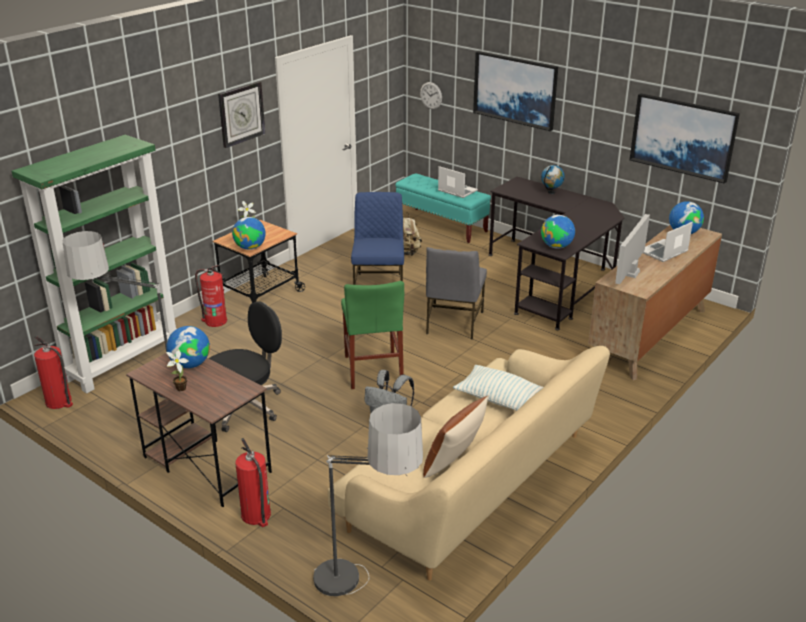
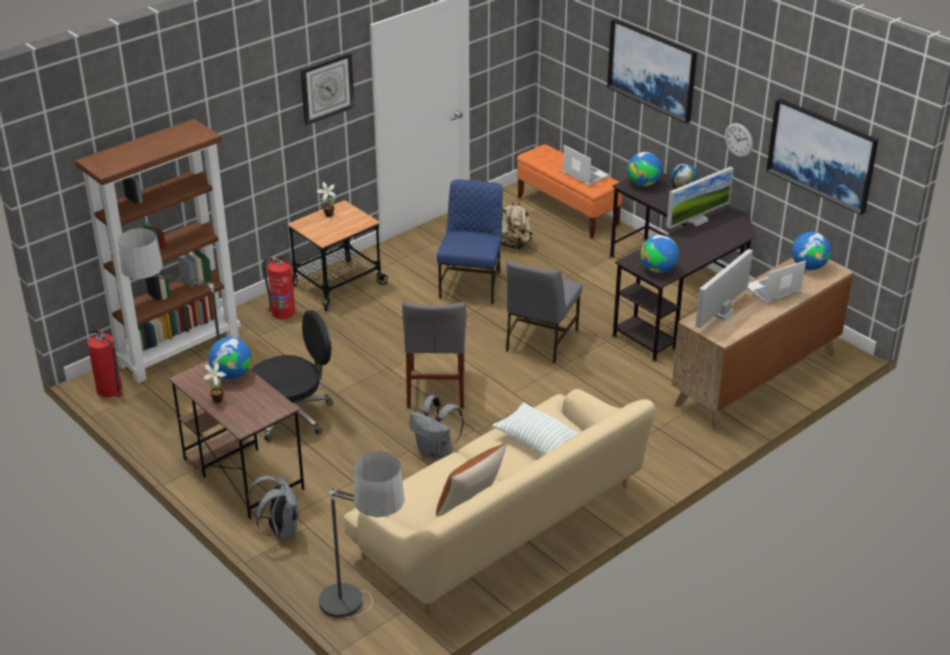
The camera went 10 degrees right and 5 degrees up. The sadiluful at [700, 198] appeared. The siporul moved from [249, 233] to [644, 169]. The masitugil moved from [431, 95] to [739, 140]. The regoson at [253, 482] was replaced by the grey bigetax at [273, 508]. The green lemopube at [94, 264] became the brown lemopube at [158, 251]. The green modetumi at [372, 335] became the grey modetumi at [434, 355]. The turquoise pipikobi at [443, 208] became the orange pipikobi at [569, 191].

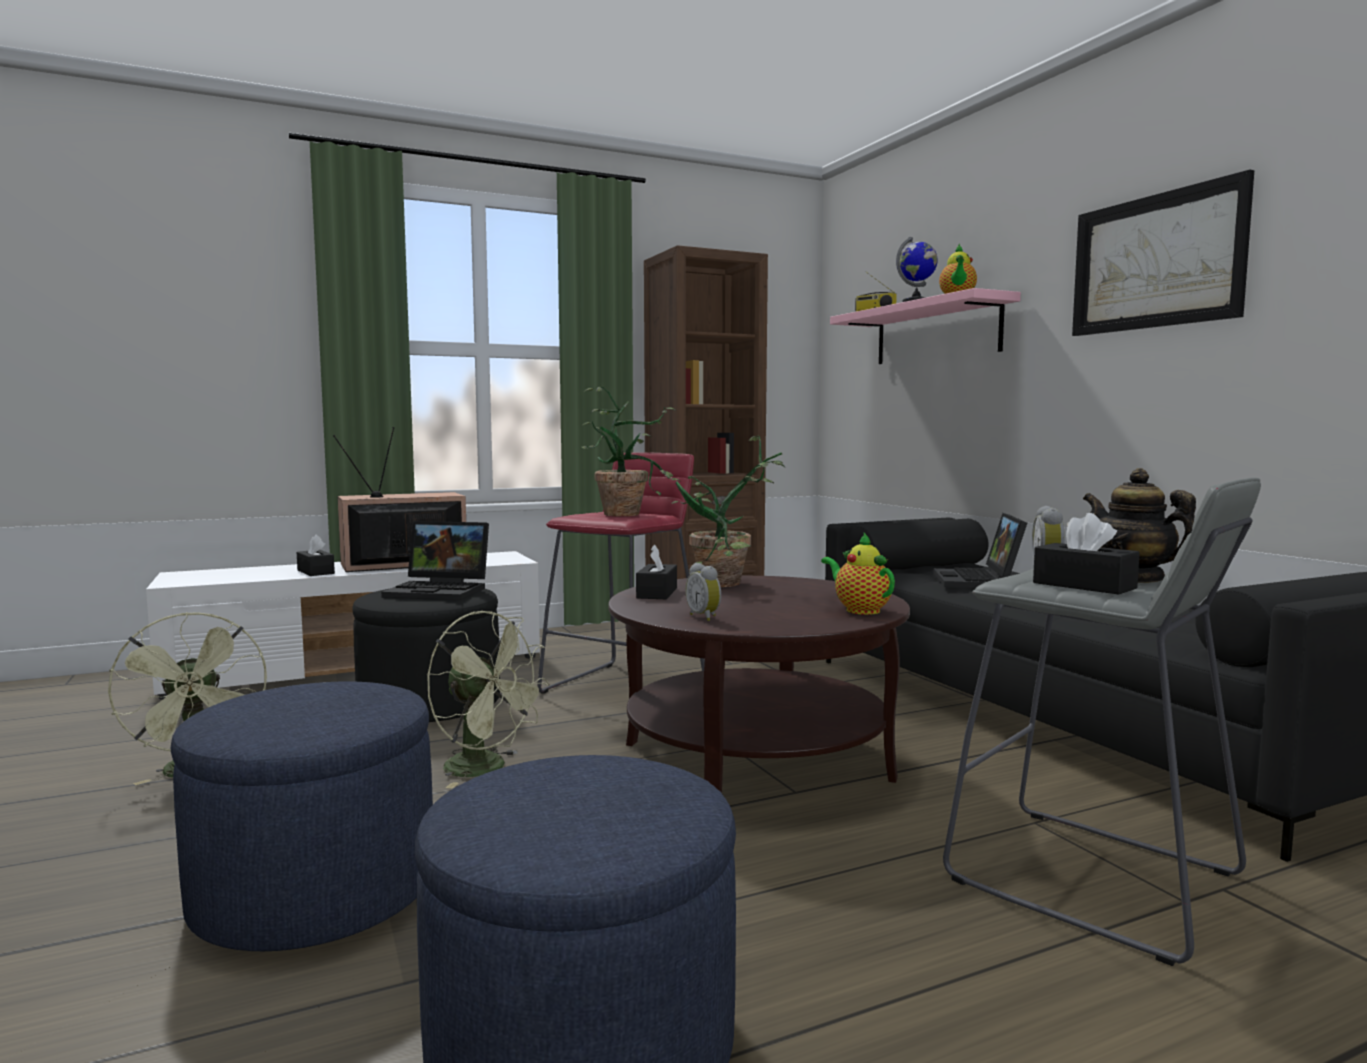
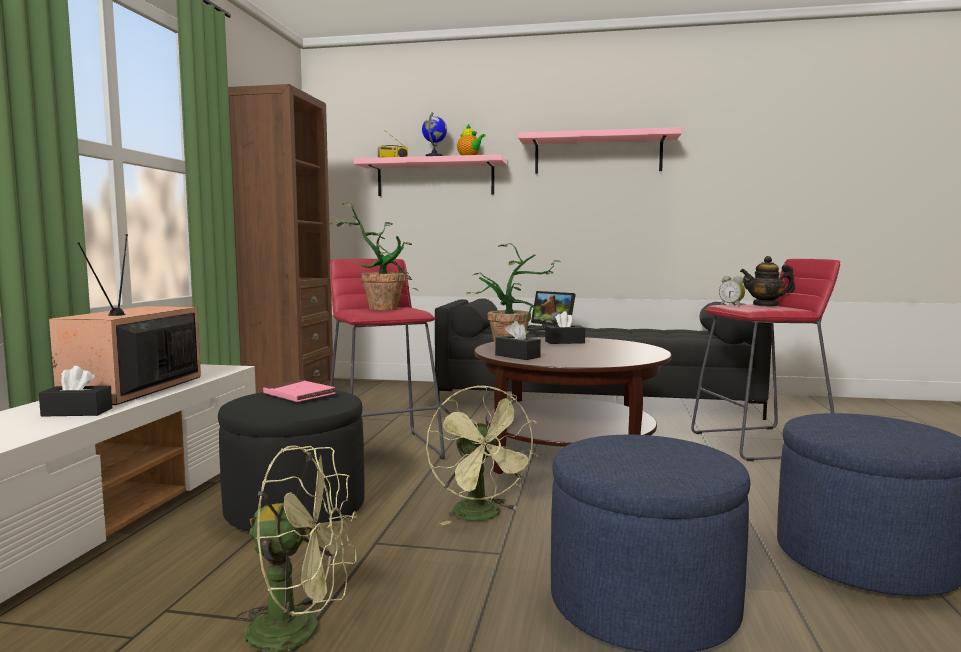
The camera went 55 degrees left and 0 degrees up. The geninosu at [703, 592] disappeared. The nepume at [858, 574] disappeared. The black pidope moved from [1086, 554] to [565, 327]. The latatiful at [435, 560] was replaced by the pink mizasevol at [299, 391]. The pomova at [1163, 252] was replaced by the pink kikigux at [600, 150]. The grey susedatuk at [1102, 722] became the red susedatuk at [765, 360]. The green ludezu at [488, 699] turned 90 degrees clockwise.

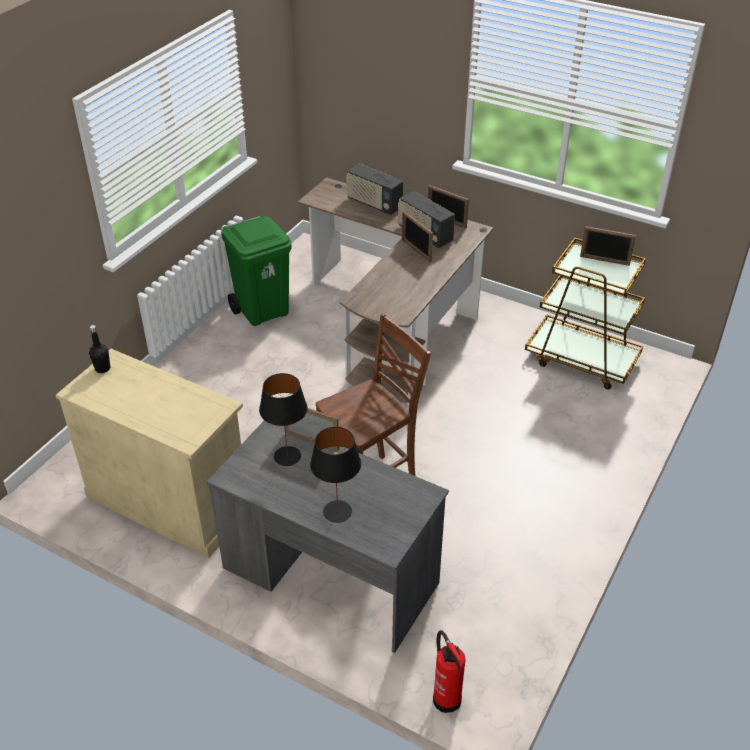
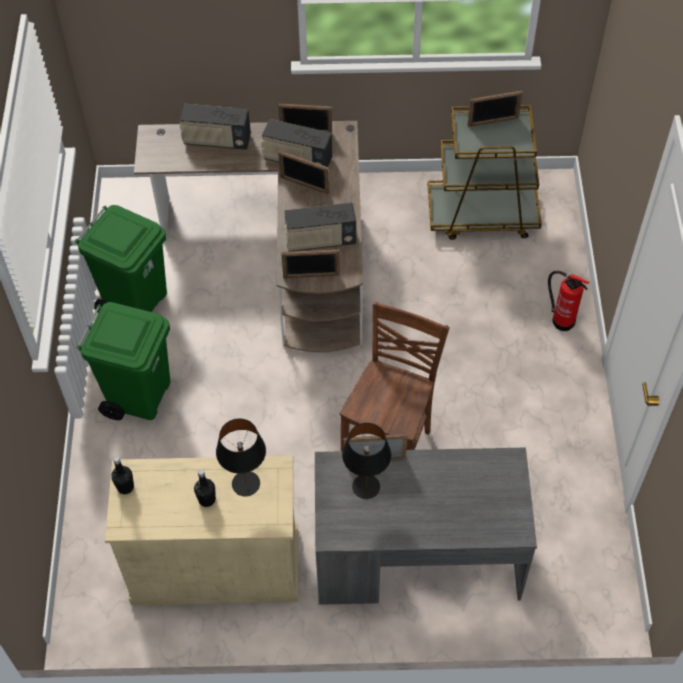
The camera went 30 degrees left and 15 degrees up. The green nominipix at [123, 361] appeared. The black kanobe at [205, 488] appeared. The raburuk at [310, 263] appeared. The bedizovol at [320, 227] appeared. The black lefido moved from [335, 475] to [241, 458]. The regoson moved from [449, 671] to [568, 300].

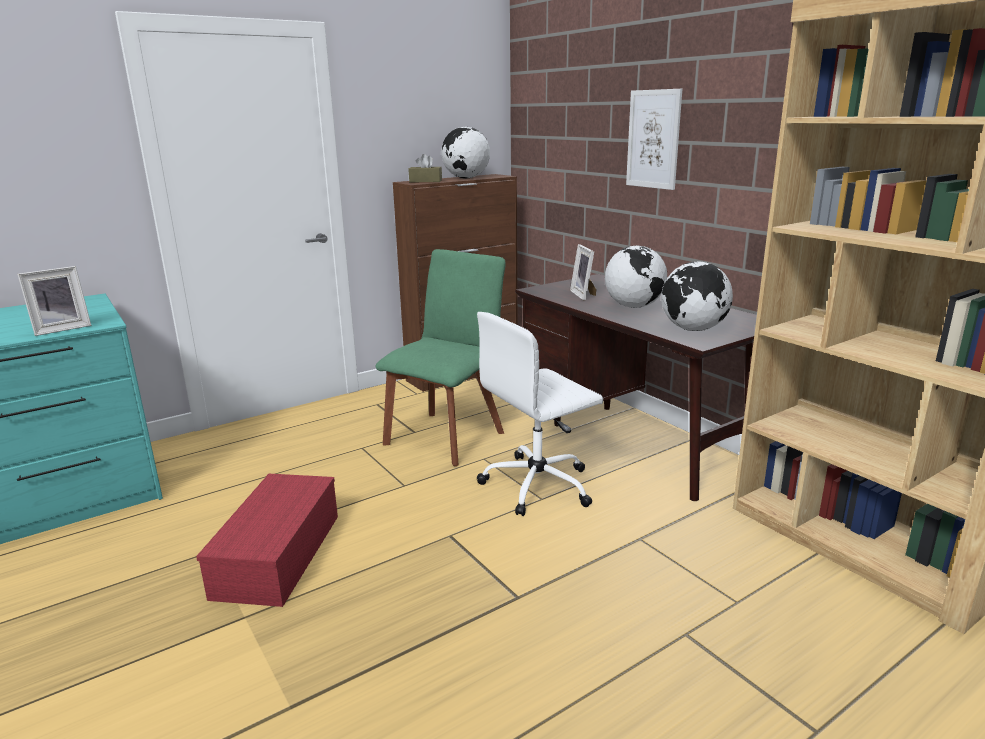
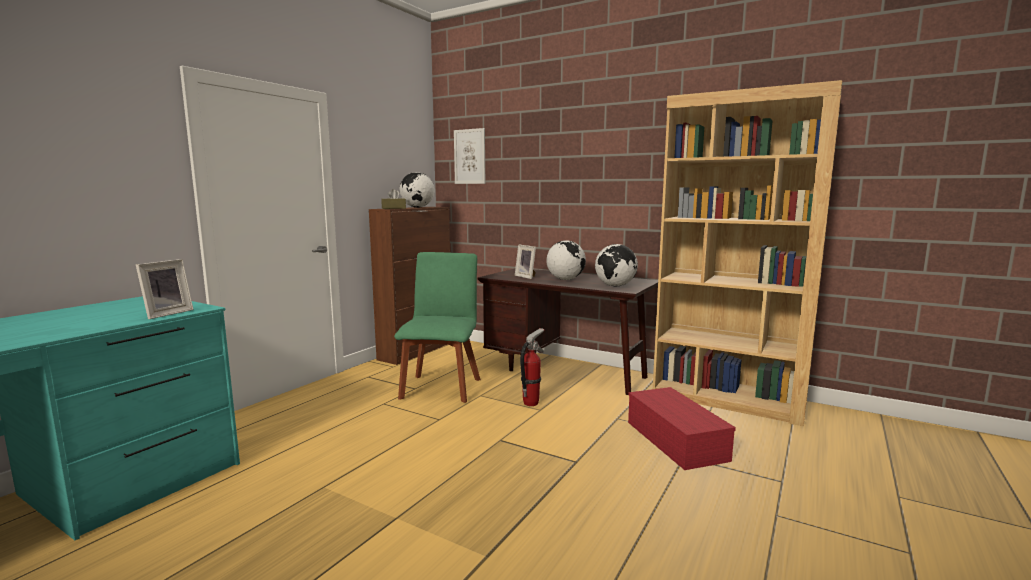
The camera went 25 degrees left and 10 degrees down. The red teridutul moved from [267, 540] to [682, 428]. The pomova moved from [654, 139] to [469, 156]. The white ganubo at [540, 414] was replaced by the regoson at [532, 367].

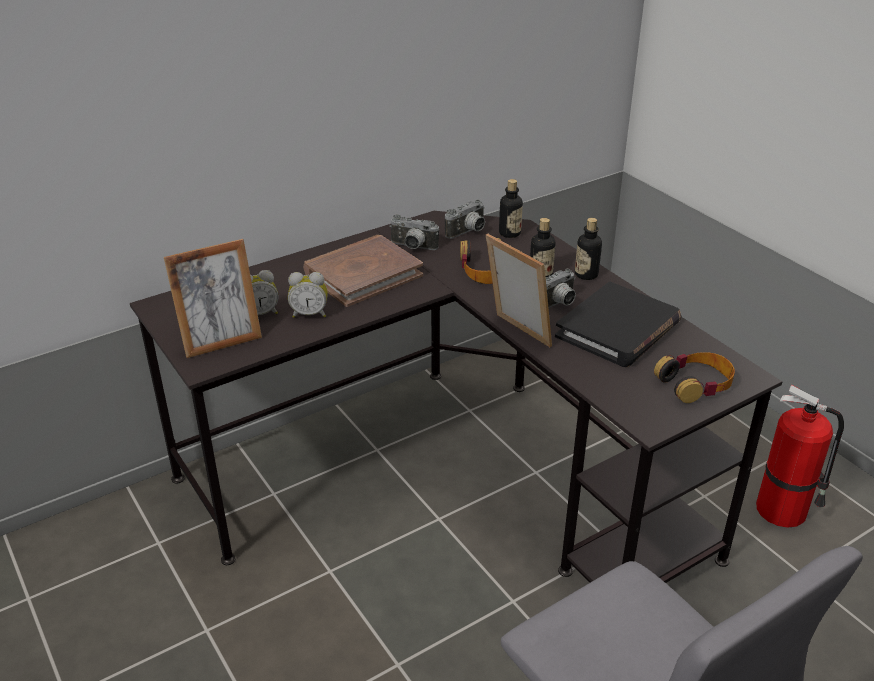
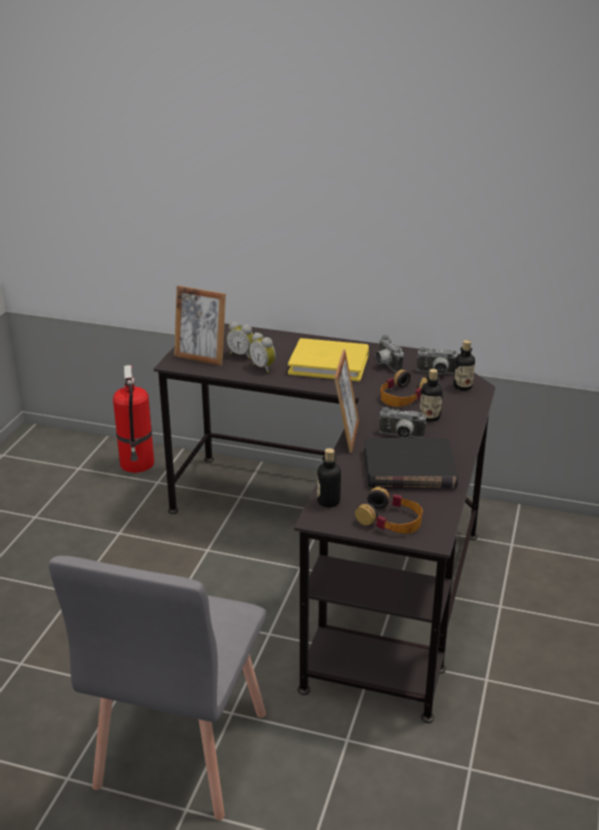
The camera went 50 degrees right and 5 degrees down. The kanobe moved from [588, 249] to [329, 477]. The regoson moved from [800, 456] to [133, 419]. The brown mizasevol at [363, 271] became the yellow mizasevol at [328, 359].

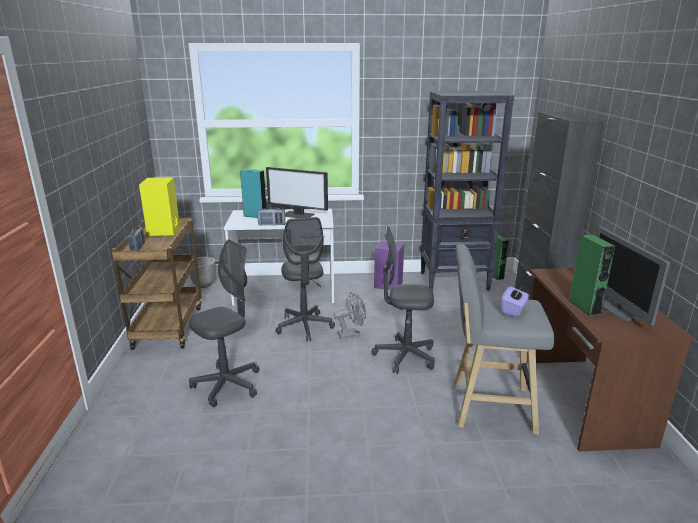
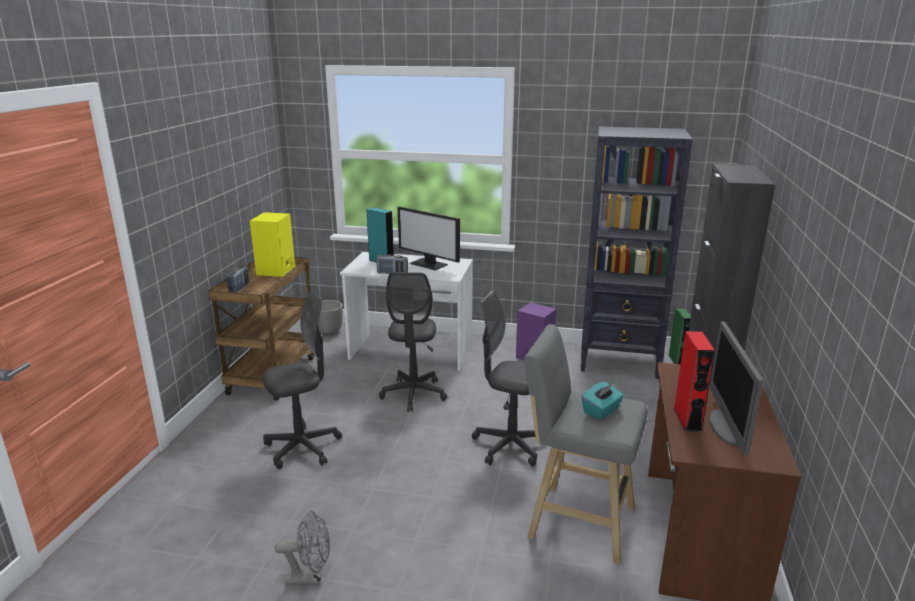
The camera went 15 degrees right and 0 degrees up. The grey ludezu moved from [350, 315] to [302, 548]. The purple pidope at [515, 301] became the turquoise pidope at [603, 401]. The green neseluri at [592, 275] became the red neseluri at [694, 381].

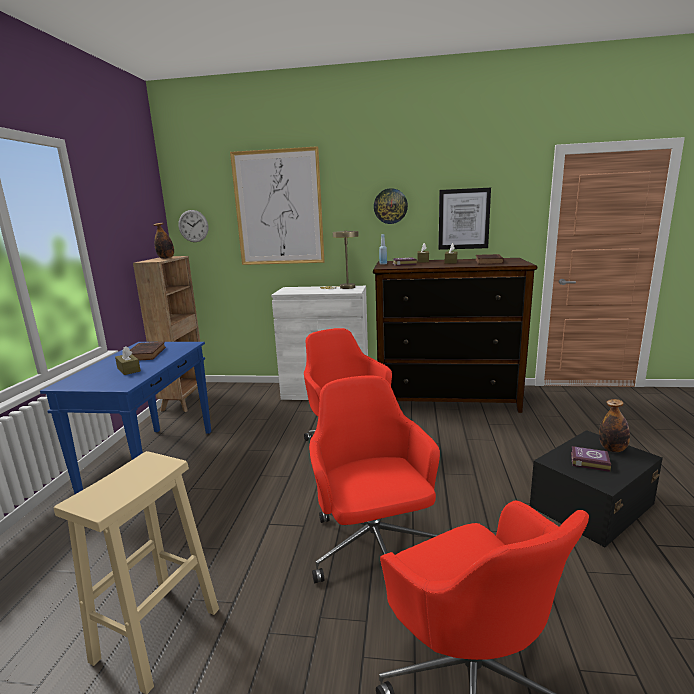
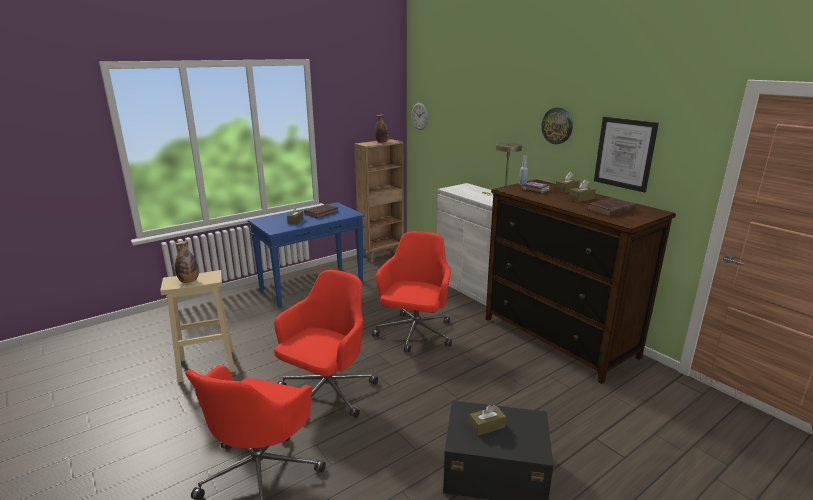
The camera went 45 degrees right and 5 degrees up. The pomova at [277, 205] disappeared. The kanobe moved from [614, 425] to [187, 262]. The mizasevol at [591, 459] was replaced by the brown pidope at [487, 420].

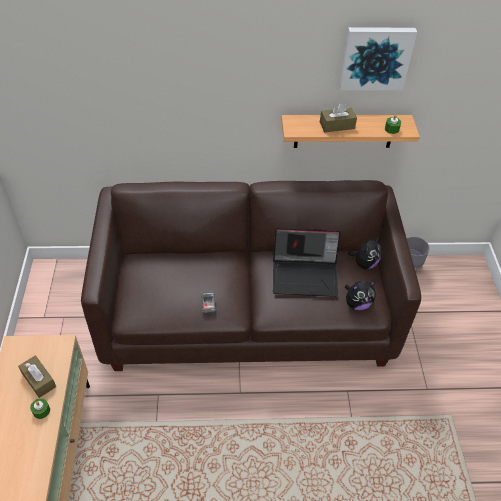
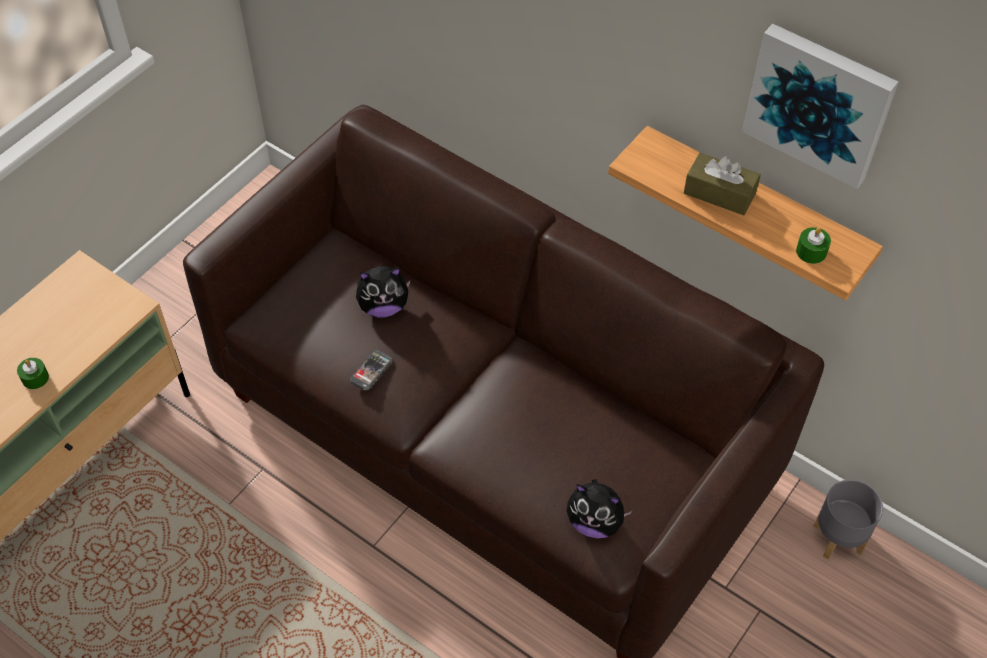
The camera went 40 degrees right and 5 degrees up. The brown pidope at [37, 376] disappeared. The latatiful at [307, 262] disappeared. The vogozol moved from [365, 253] to [383, 292].

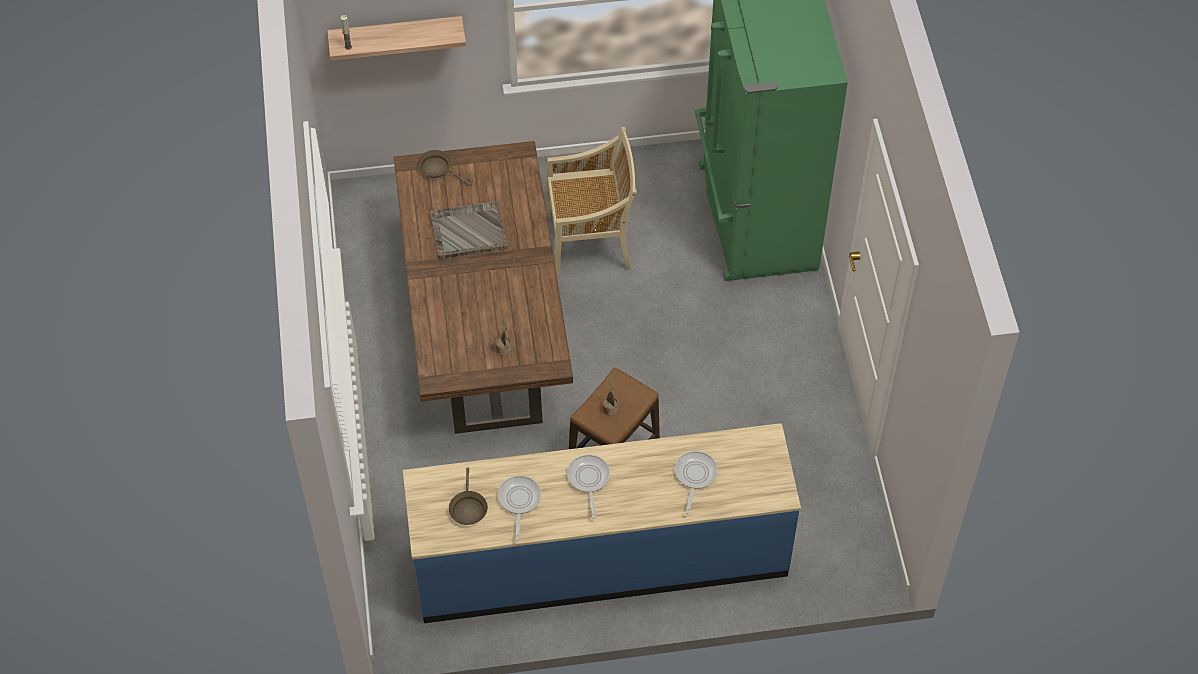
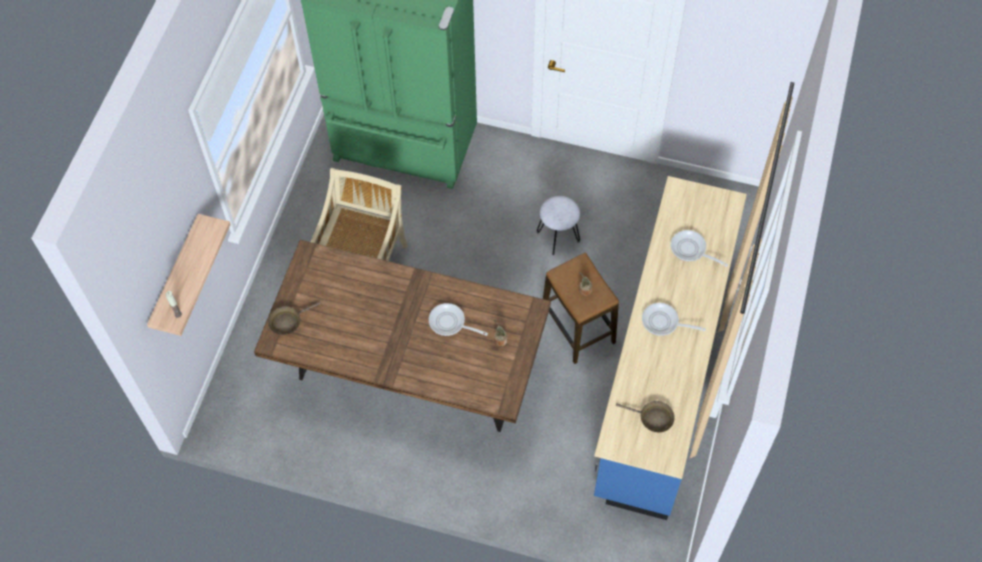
The camera went 65 degrees left and 5 degrees up. The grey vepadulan at [469, 230] disappeared. The grey susedatuk at [558, 225] appeared. The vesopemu moved from [519, 508] to [458, 319].

